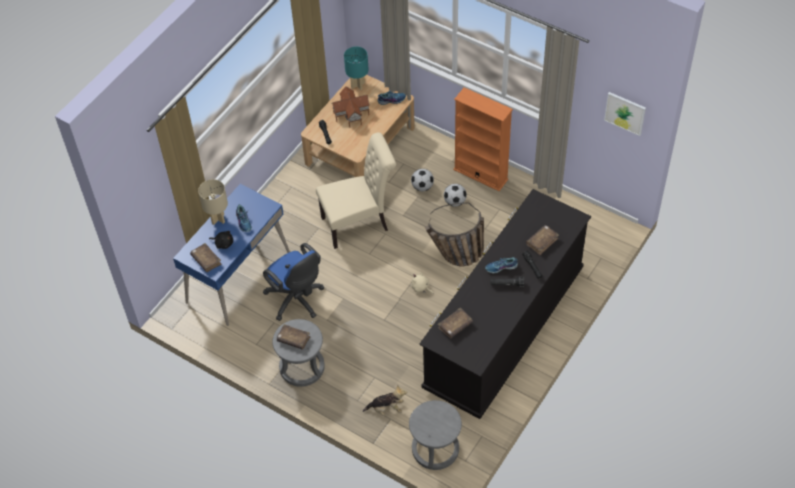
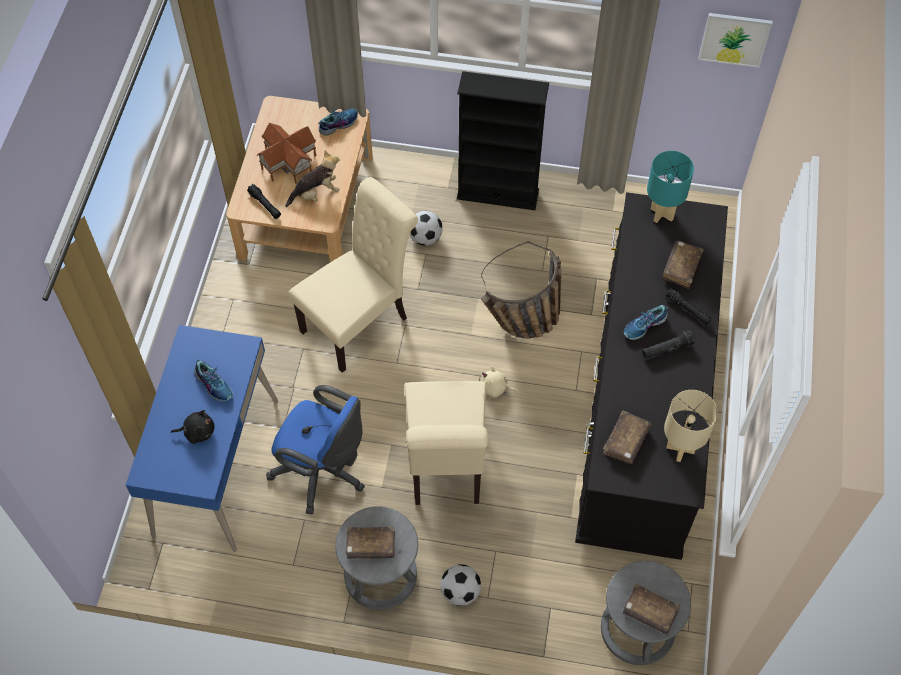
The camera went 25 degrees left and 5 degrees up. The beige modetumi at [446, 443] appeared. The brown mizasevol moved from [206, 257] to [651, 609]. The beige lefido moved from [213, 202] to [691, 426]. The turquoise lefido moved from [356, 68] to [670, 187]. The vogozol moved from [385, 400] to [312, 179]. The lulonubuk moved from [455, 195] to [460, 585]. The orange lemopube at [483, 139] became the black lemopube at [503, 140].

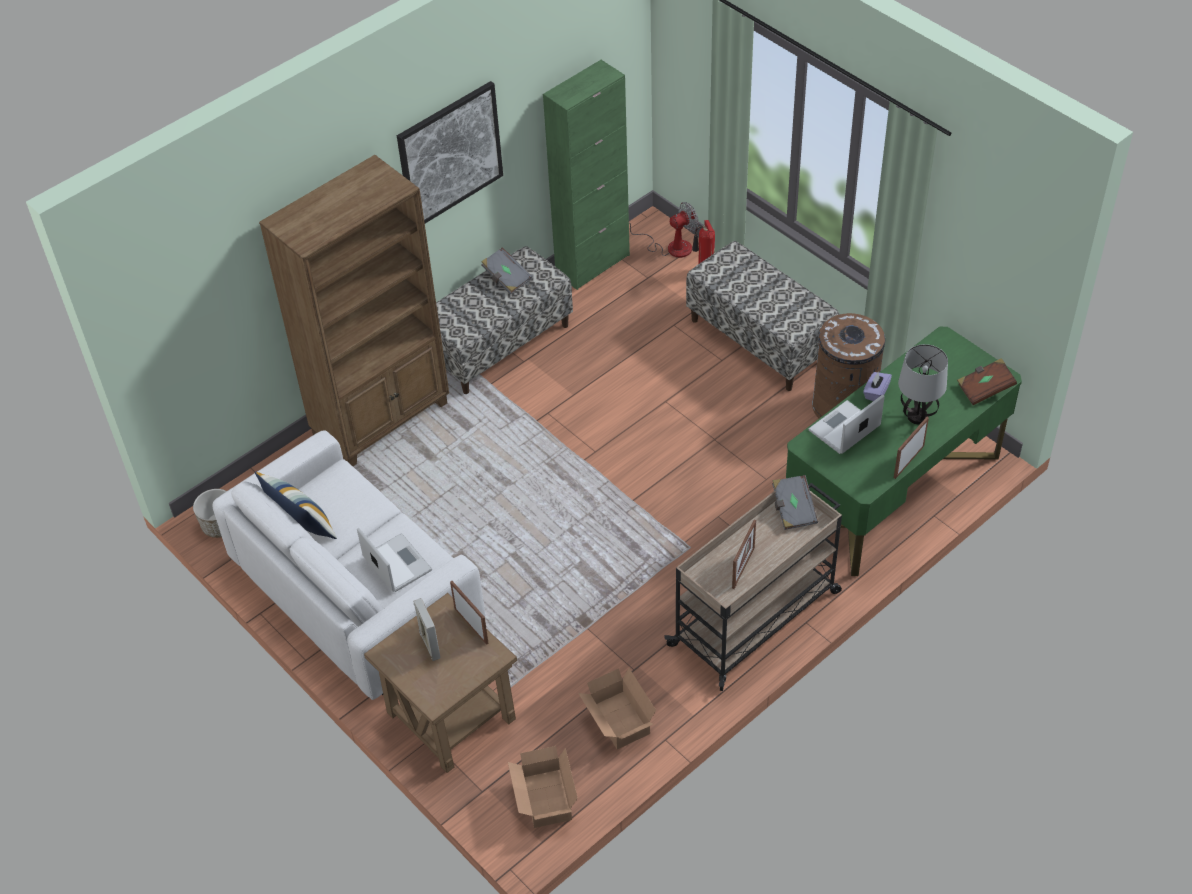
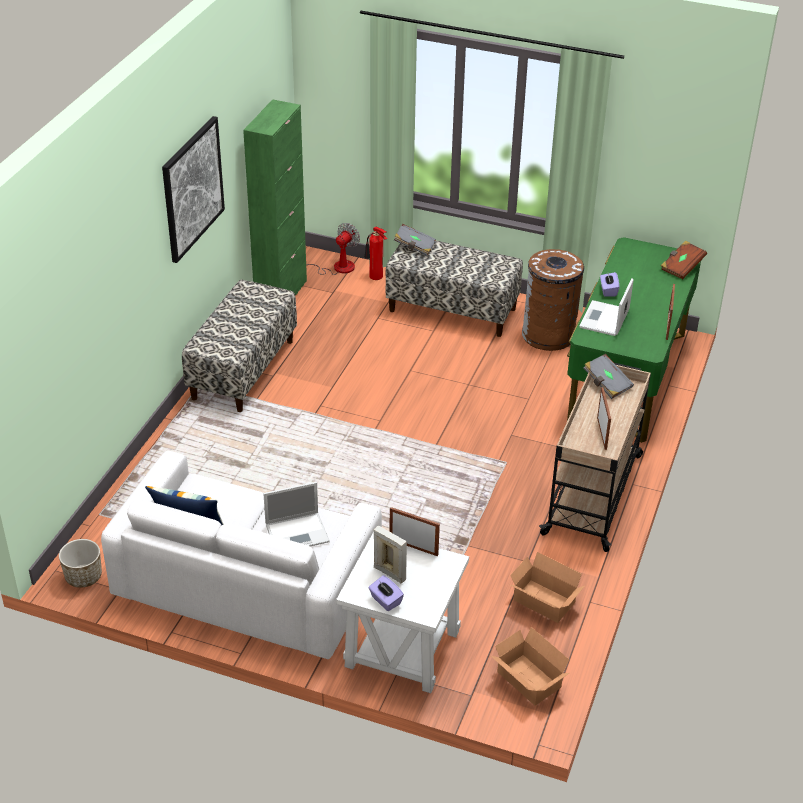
The camera went 30 degrees left and 10 degrees down. The brown lemopube at [354, 310] disappeared. The lefido at [923, 384] disappeared. The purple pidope at [386, 593] appeared. The grey mizasevol moved from [506, 270] to [415, 240]. The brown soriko at [440, 683] became the white soriko at [402, 612]. The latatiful at [394, 560] turned 135 degrees clockwise.

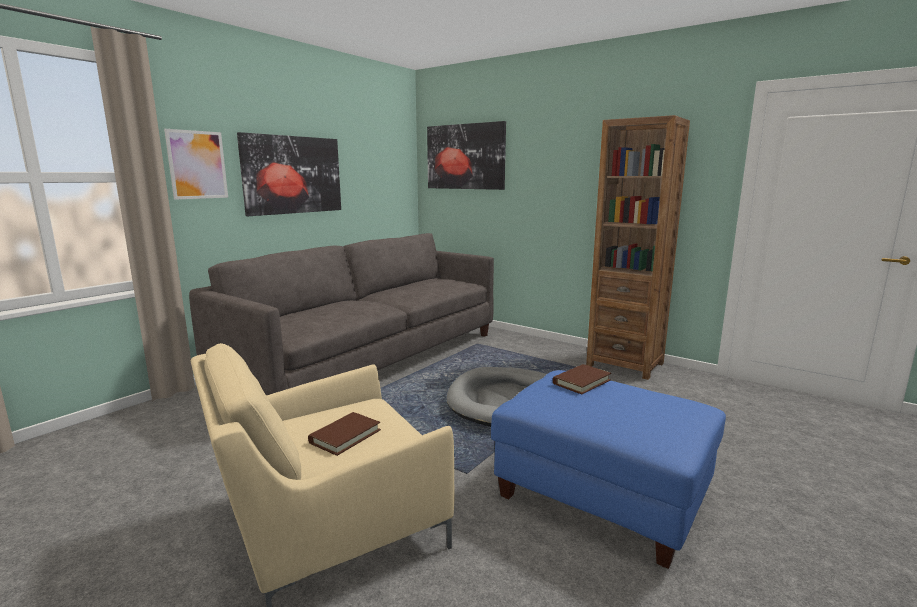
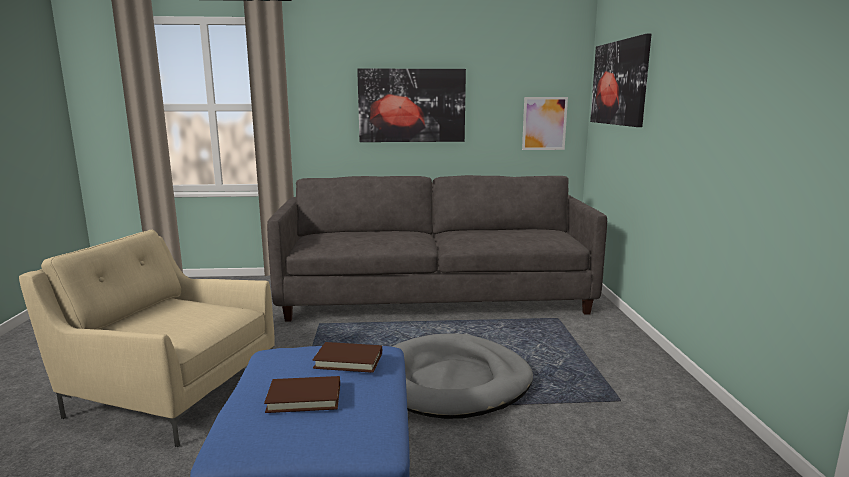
The camera went 50 degrees right and 0 degrees up. The brown lemopube at [638, 247] disappeared. The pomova moved from [196, 164] to [545, 123]. The brown mizasevol moved from [344, 434] to [302, 394].

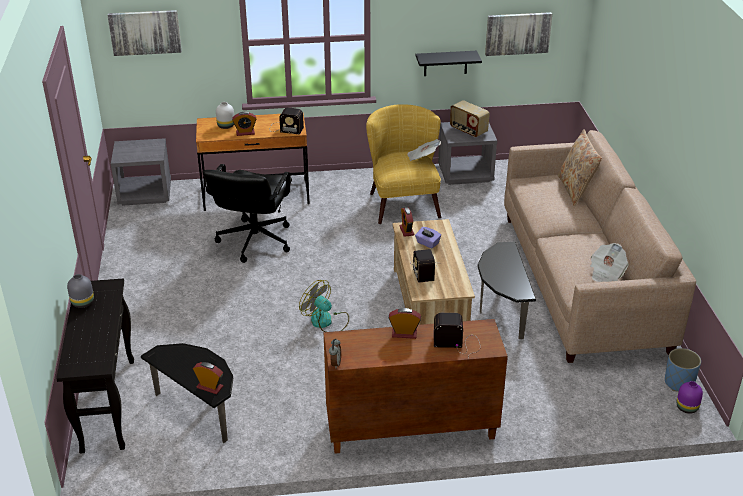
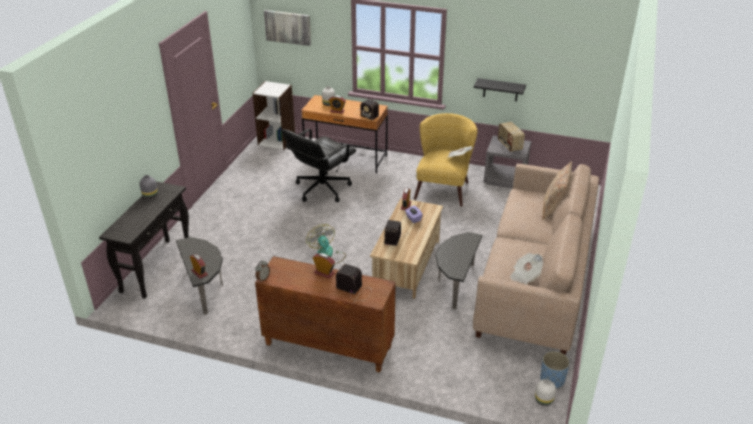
The camera went 25 degrees right and 0 degrees up. The pomova at [518, 34] disappeared. The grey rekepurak at [141, 172] was replaced by the white lemopube at [274, 115]. The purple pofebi at [690, 397] became the white pofebi at [545, 392].

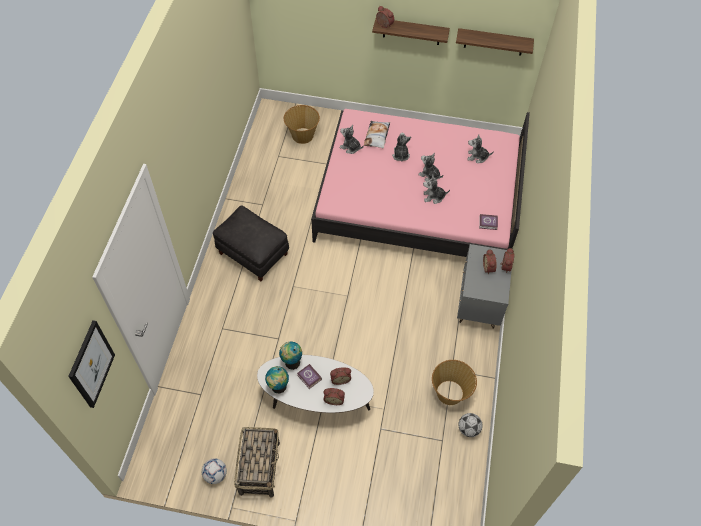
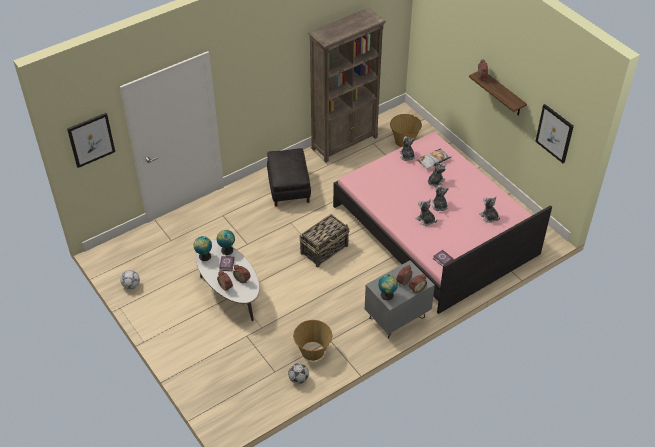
The camera went 45 degrees right and 10 degrees down. The brown lemopube at [347, 84] appeared. The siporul at [388, 287] appeared. The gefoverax moved from [257, 462] to [324, 240]. The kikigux at [495, 42] was replaced by the pomova at [554, 133].

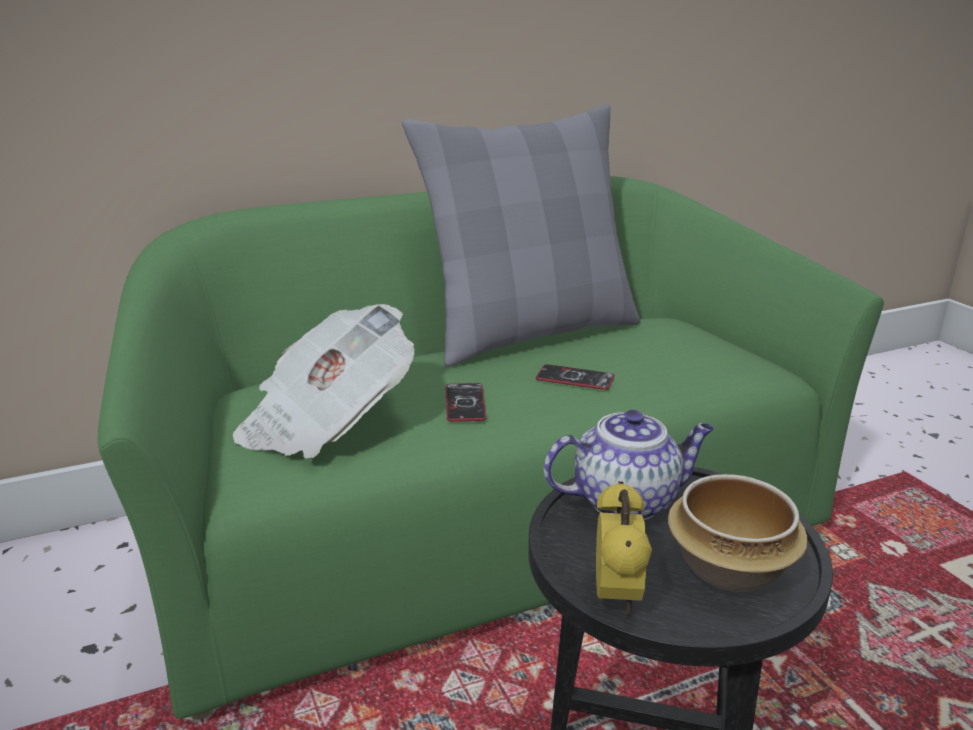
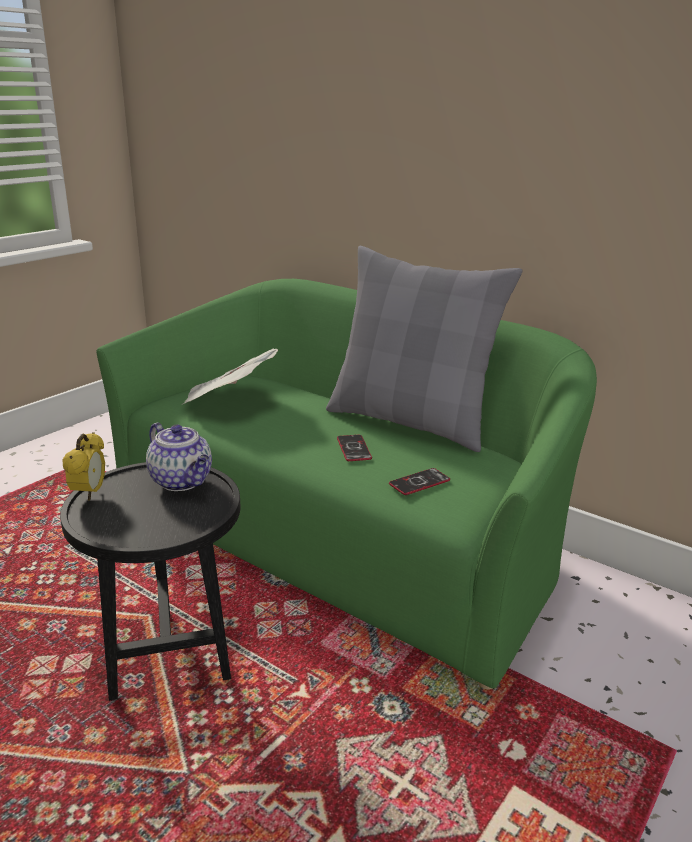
The camera went 60 degrees right and 0 degrees up. The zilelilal at [738, 533] disappeared. The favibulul moved from [466, 402] to [419, 481]. The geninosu at [624, 548] turned 60 degrees counterclockwise.

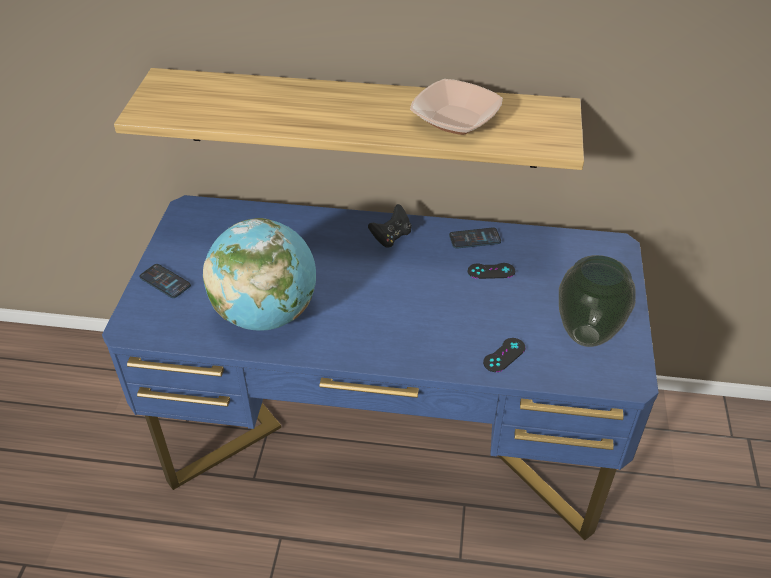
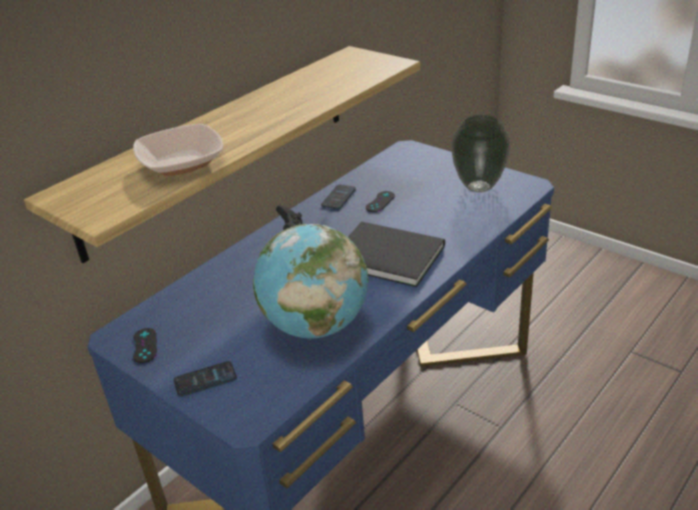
The camera went 55 degrees left and 10 degrees down. The black mizasevol at [396, 254] appeared. The zilelilal moved from [456, 107] to [178, 150]. The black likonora moved from [504, 355] to [145, 345].

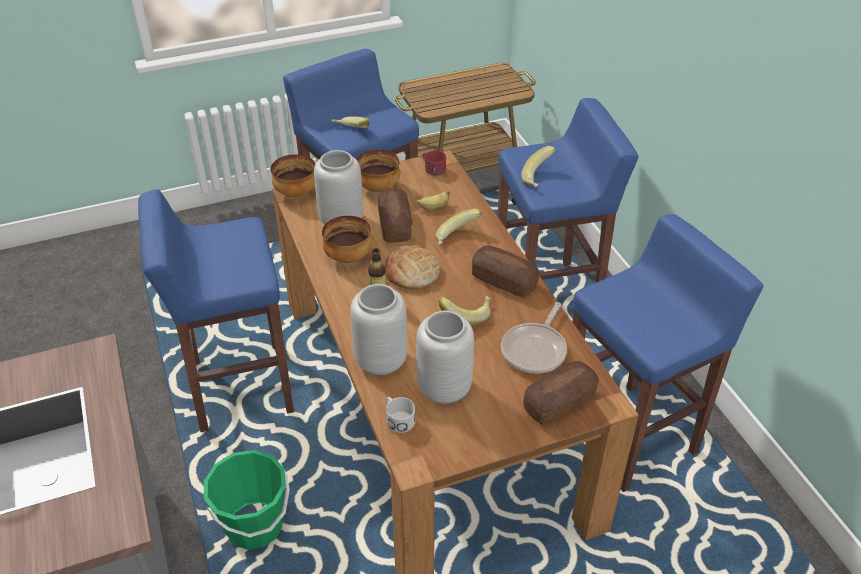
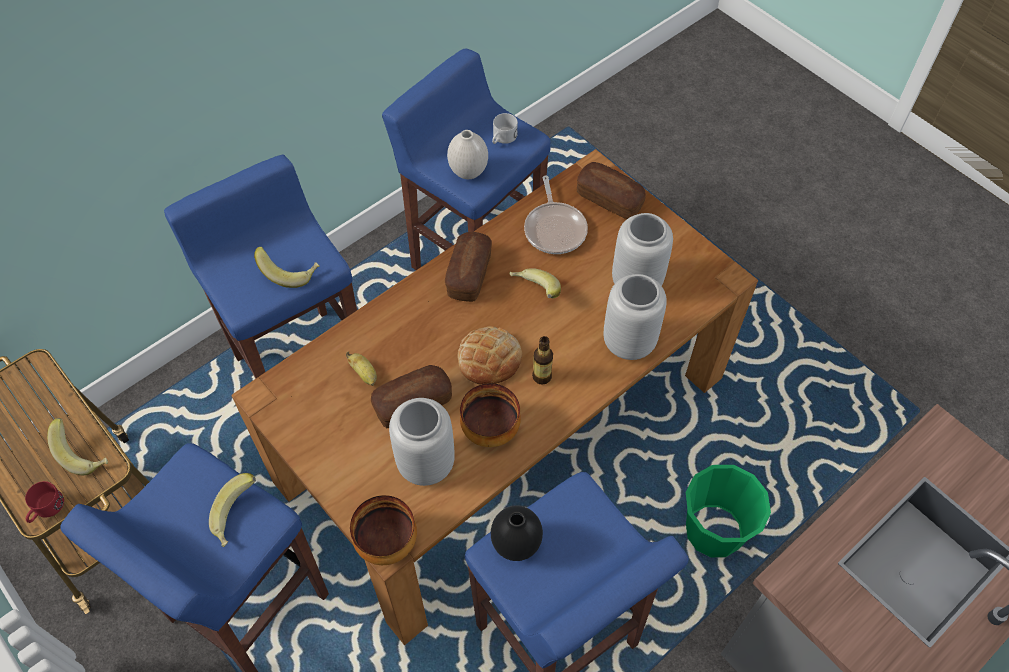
The camera went 110 degrees left and 15 degrees up. The zilelilal at [378, 170] disappeared. The white pofebi at [467, 154] appeared. The black pofebi at [517, 533] appeared. The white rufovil moved from [400, 415] to [505, 128]. The red rufovil moved from [434, 163] to [44, 502]. The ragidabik moved from [458, 227] to [77, 446]. The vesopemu at [534, 337] turned 75 degrees clockwise.

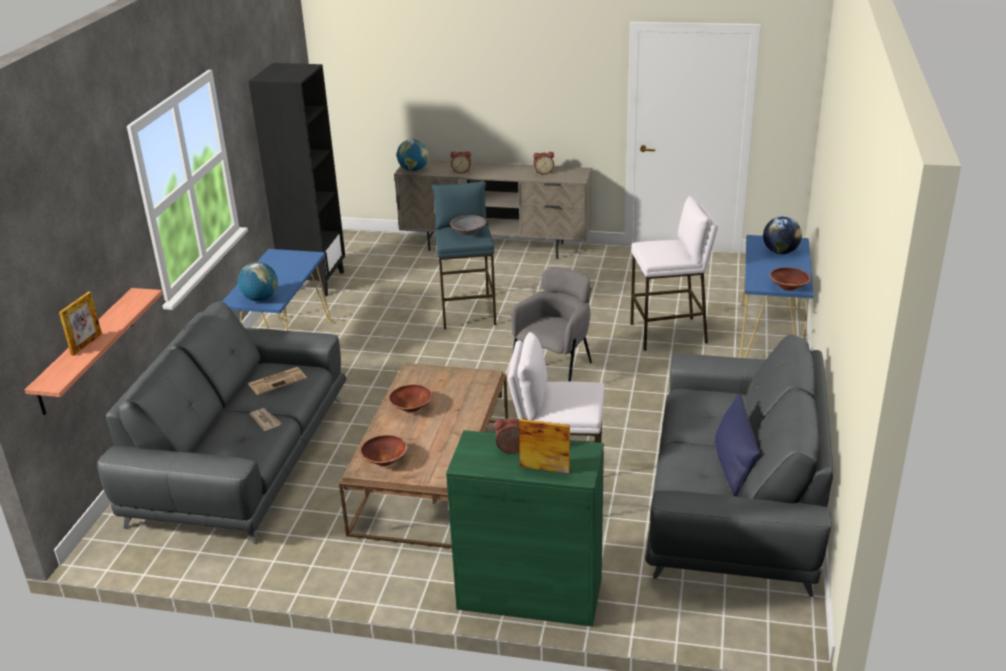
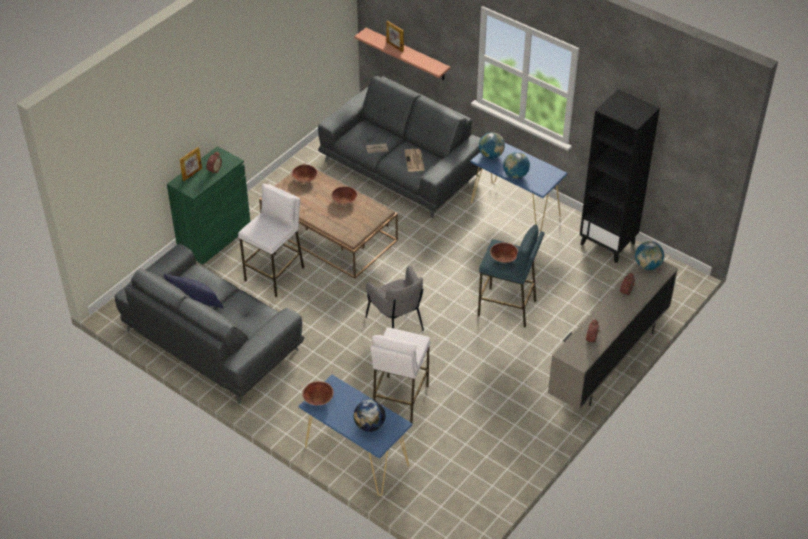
The camera went 115 degrees right and 15 degrees up. The siporul at [516, 165] appeared. The grey zilelilal at [468, 225] became the brown zilelilal at [504, 252].

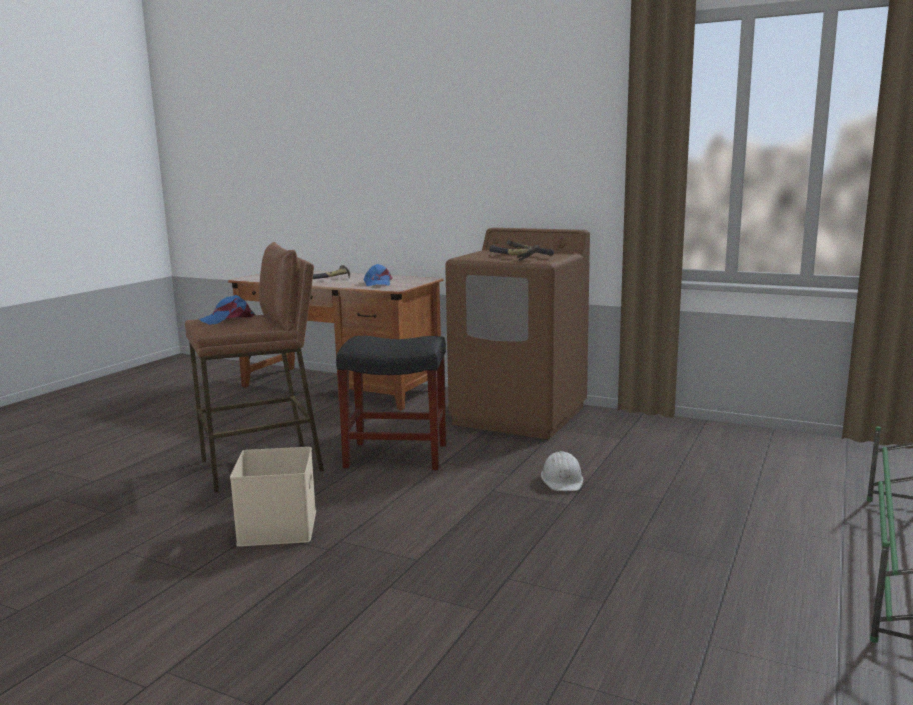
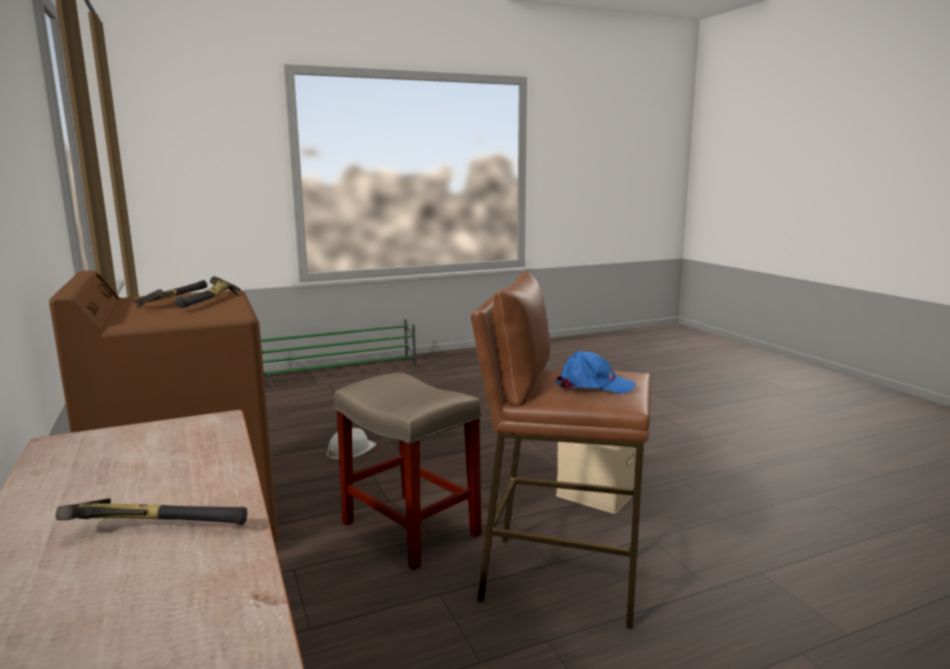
The camera went 140 degrees left and 0 degrees up. The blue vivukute at [378, 275] disappeared. The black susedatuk at [391, 403] became the beige susedatuk at [408, 471].

